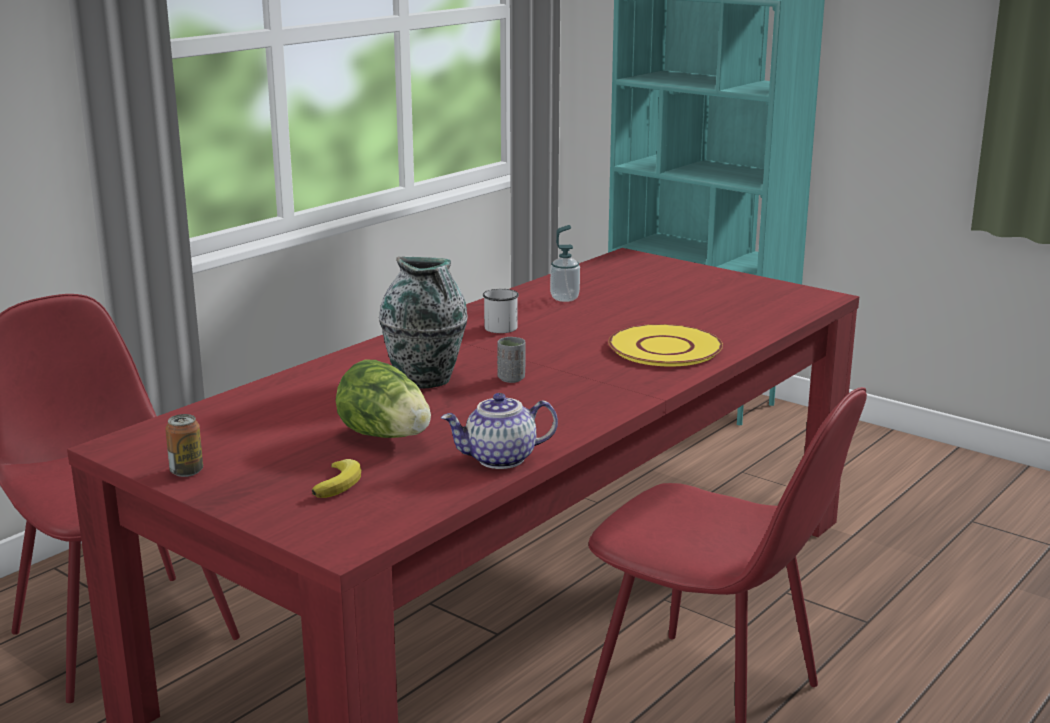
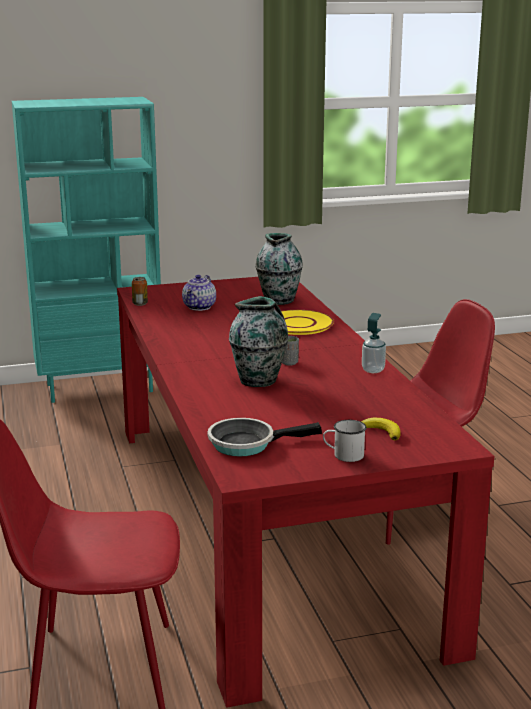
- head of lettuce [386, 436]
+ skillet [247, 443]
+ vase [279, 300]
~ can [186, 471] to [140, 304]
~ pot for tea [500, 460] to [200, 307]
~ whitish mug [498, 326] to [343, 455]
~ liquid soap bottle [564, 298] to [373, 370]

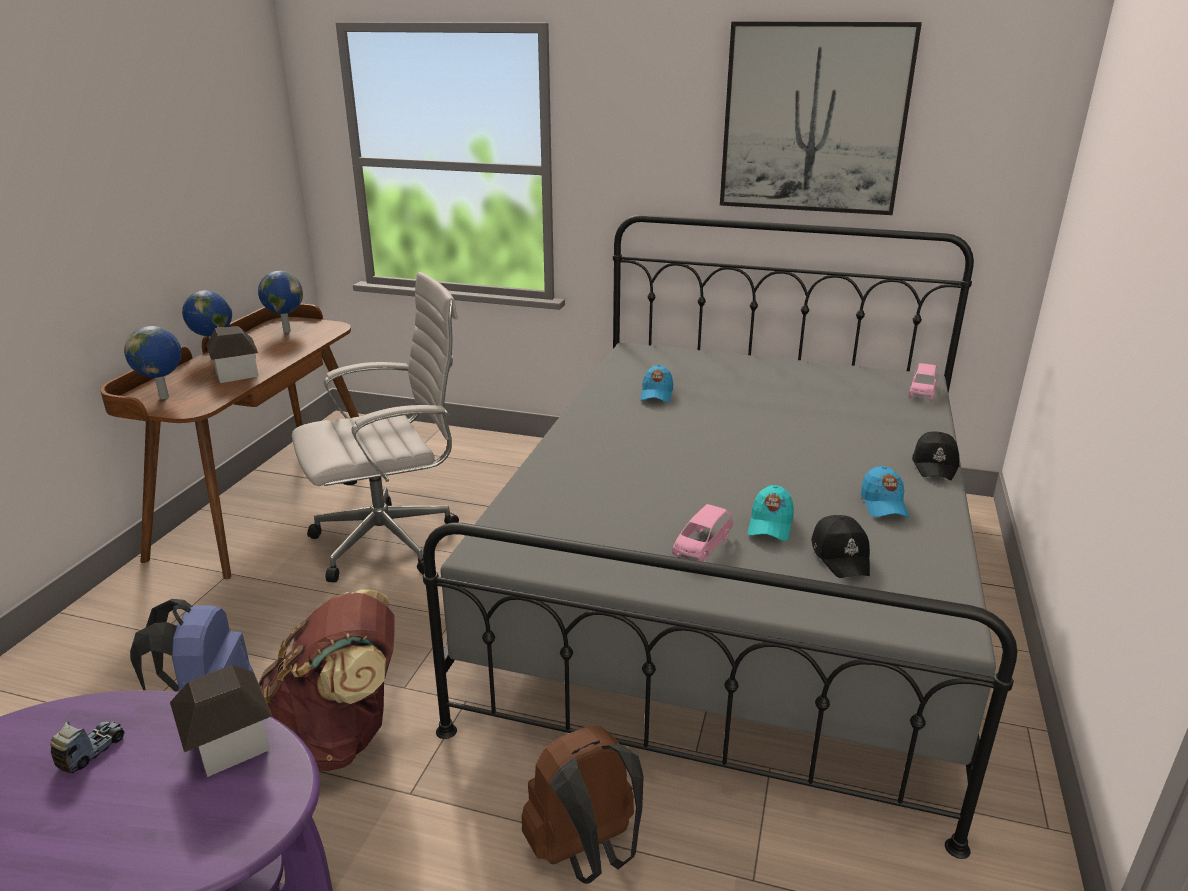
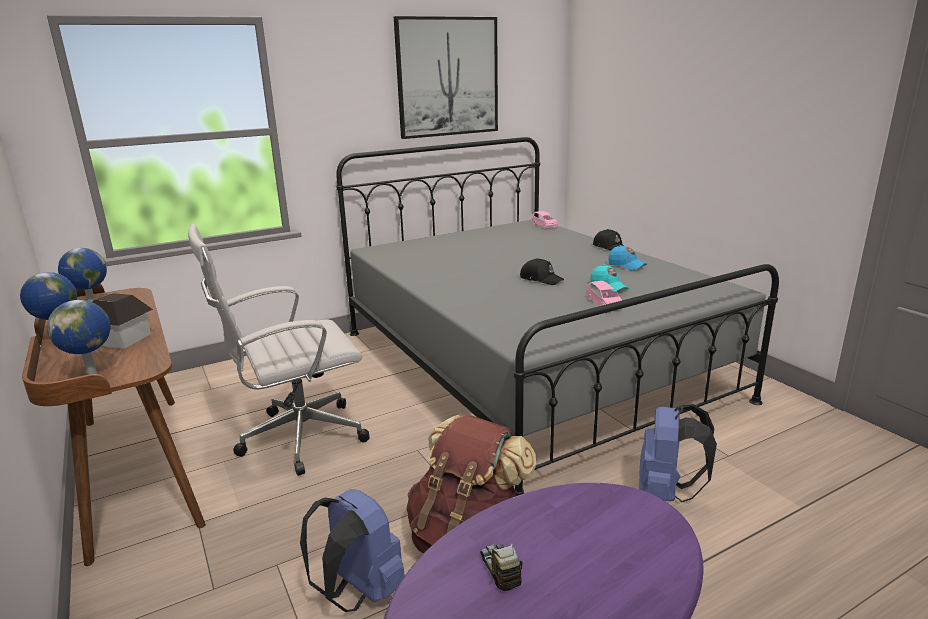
- miniature house [229, 743]
- blue-coloured cap [656, 394]
~ blackish cap [841, 555] to [541, 279]
~ brownish knapsack [585, 853] to blue-coloured knapsack [666, 493]
~ whitish desk chair [392, 541] = [297, 439] 135 degrees counterclockwise

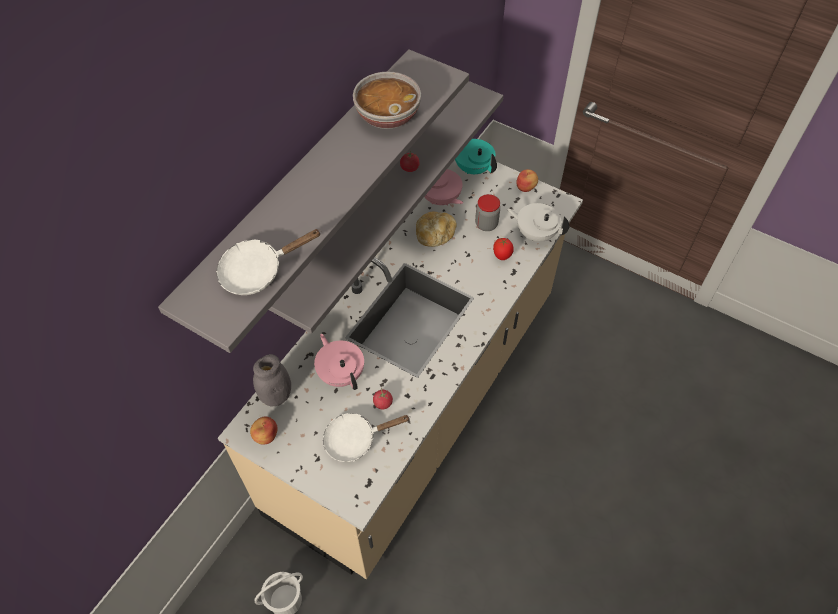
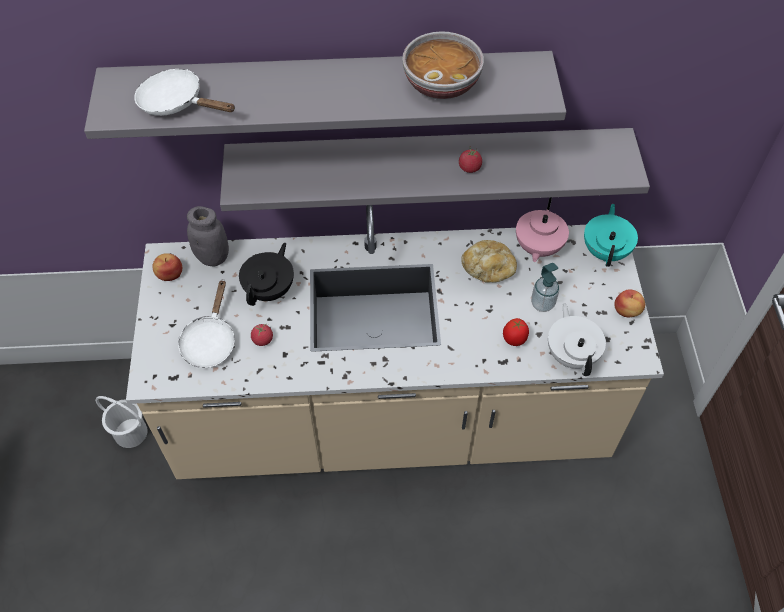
~ preserve jar [486, 224] to liquid soap bottle [542, 304]
~ pinkish pot for tea [341, 373] to blackish pot for tea [270, 289]
~ whitish skillet [355, 439] = [210, 341] 120 degrees counterclockwise

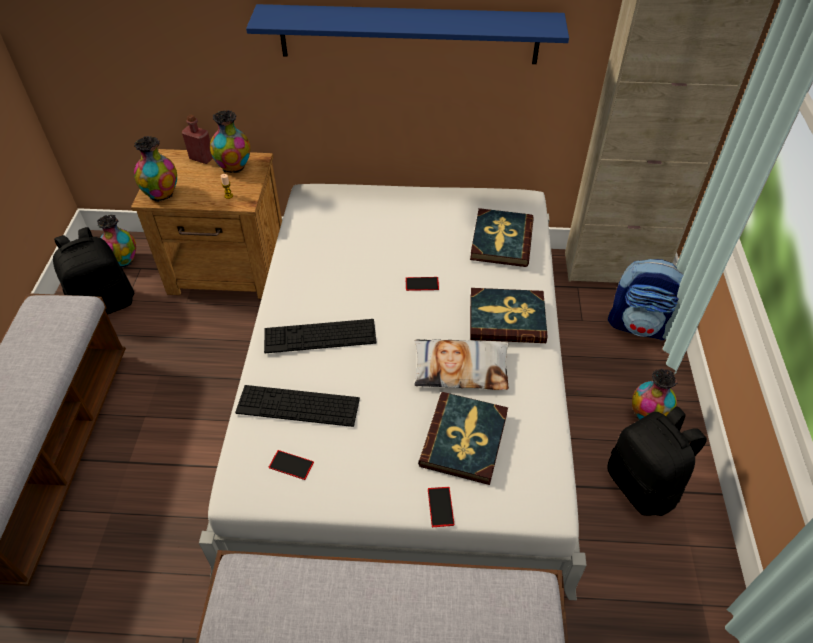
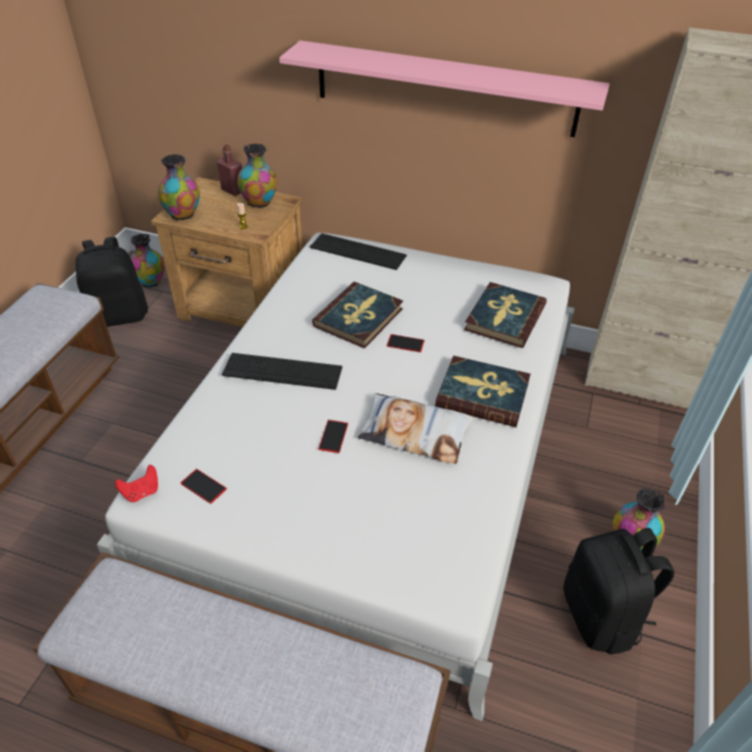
- knapsack [640, 325]
+ reddish game controller [141, 492]
~ computer keyboard [298, 406] to [358, 251]
~ volume [464, 440] to [359, 317]
~ phone [440, 506] to [333, 436]
~ blue-coloured wall shelf [409, 34] to pinkish wall shelf [444, 88]

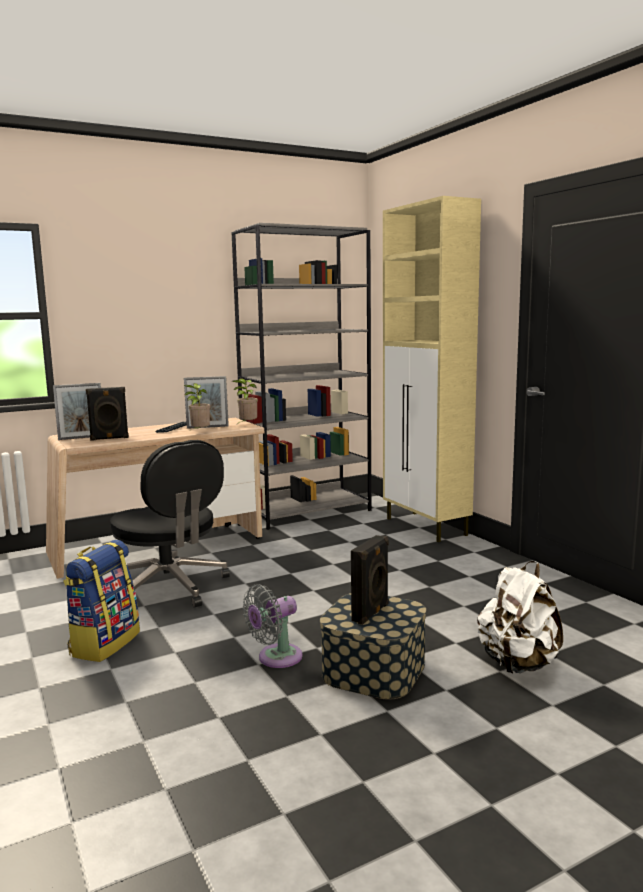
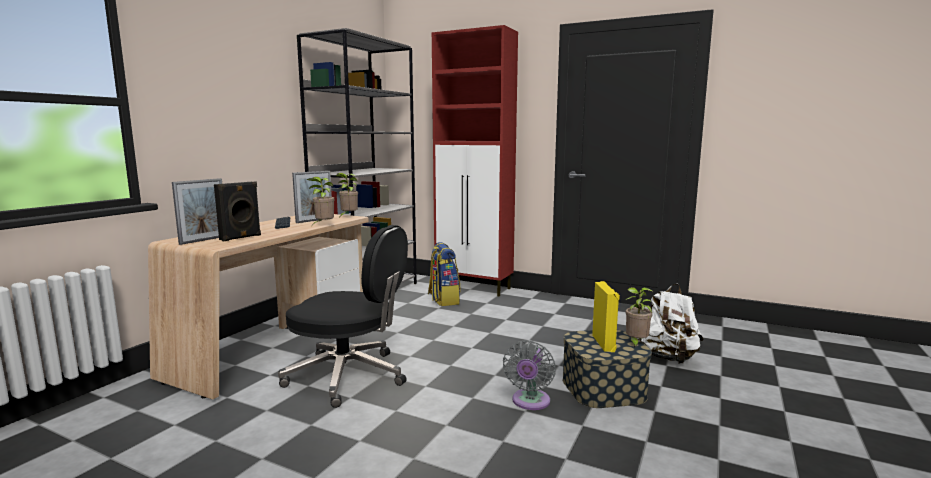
+ potted plant [636, 343]
~ knapsack [104, 643] to [443, 300]
~ blackish loudspeaker [371, 613] to yellow loudspeaker [604, 343]
~ sand-coloured storage cabinet [426, 527] to reddish storage cabinet [474, 288]

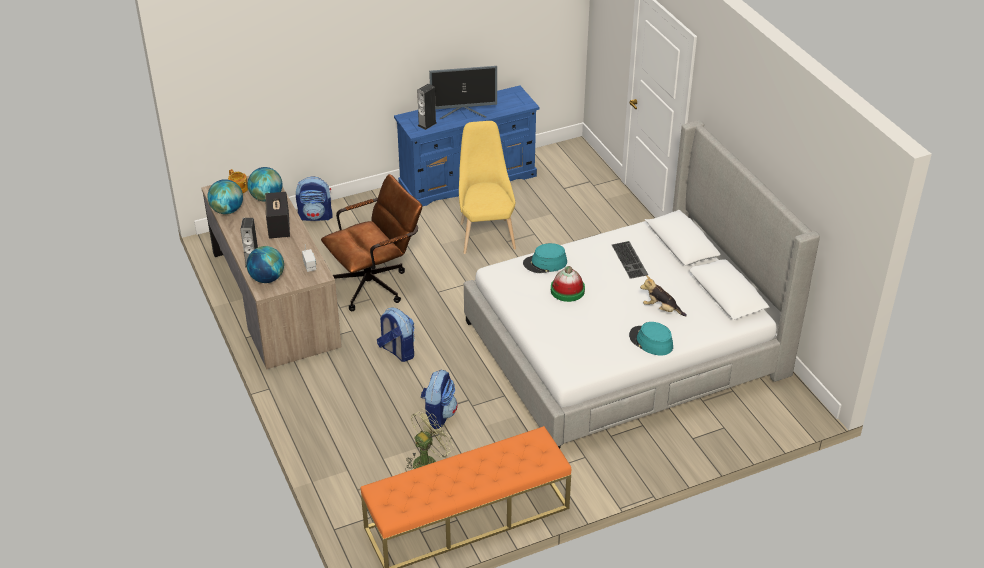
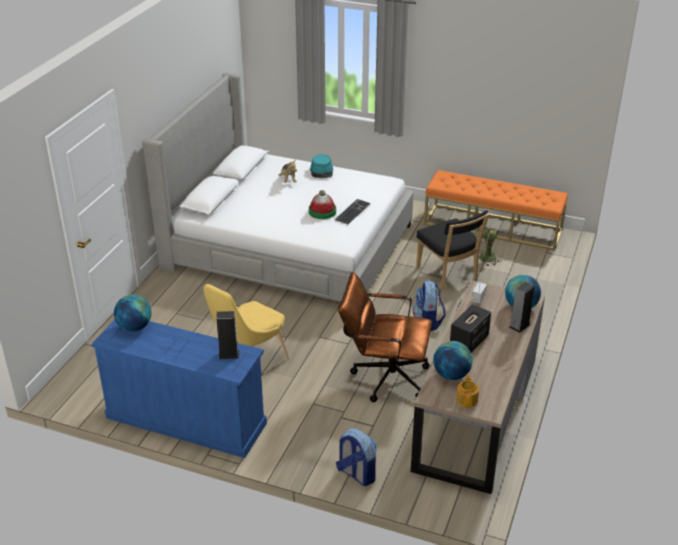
- computer screen [463, 113]
- turquoise-coloured hat [545, 263]
~ world globe [227, 210] to [134, 327]
~ computer keyboard [630, 260] to [352, 211]
~ knapsack [438, 415] to blackish upright chair [448, 275]

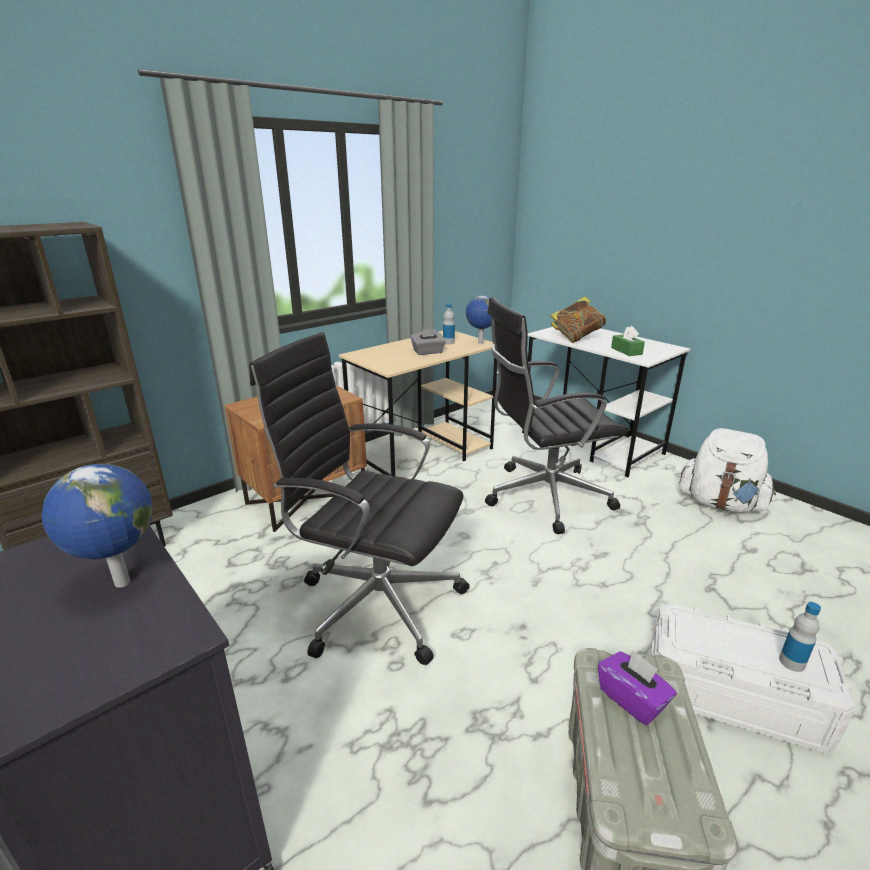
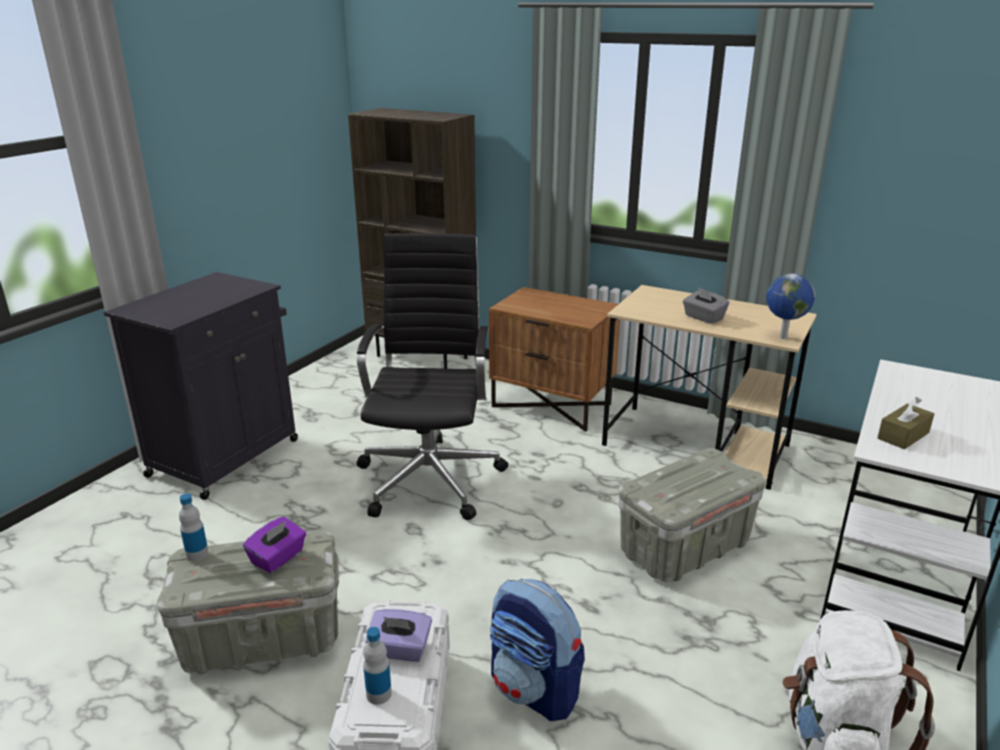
- world globe [120, 583]
- volume [576, 338]
+ purple box of tissues [400, 650]
+ knapsack [535, 690]
~ beverage bottle [448, 342] to [197, 554]
~ blackish desk chair [543, 496] to greyish storage box [685, 547]
~ green-coloured box of tissues [626, 351] to brownish box of tissues [903, 435]

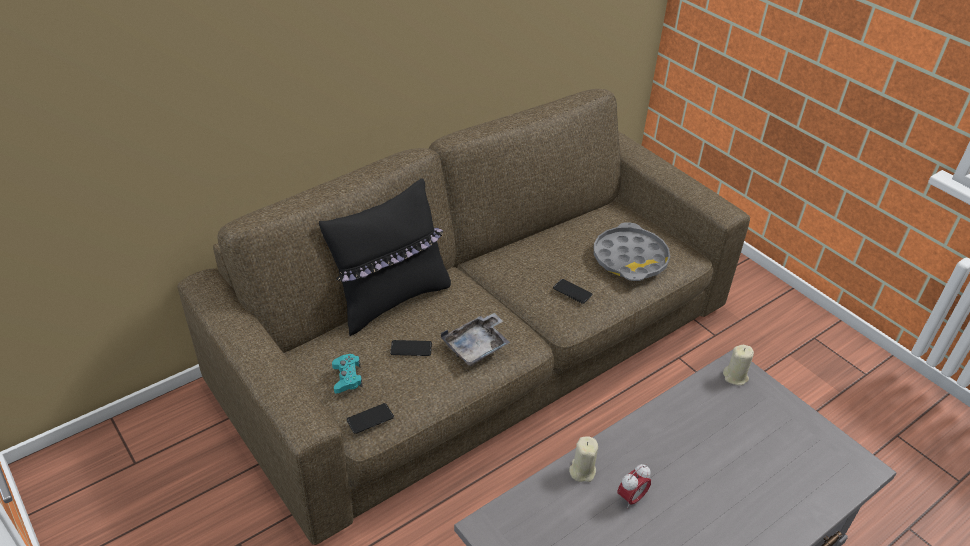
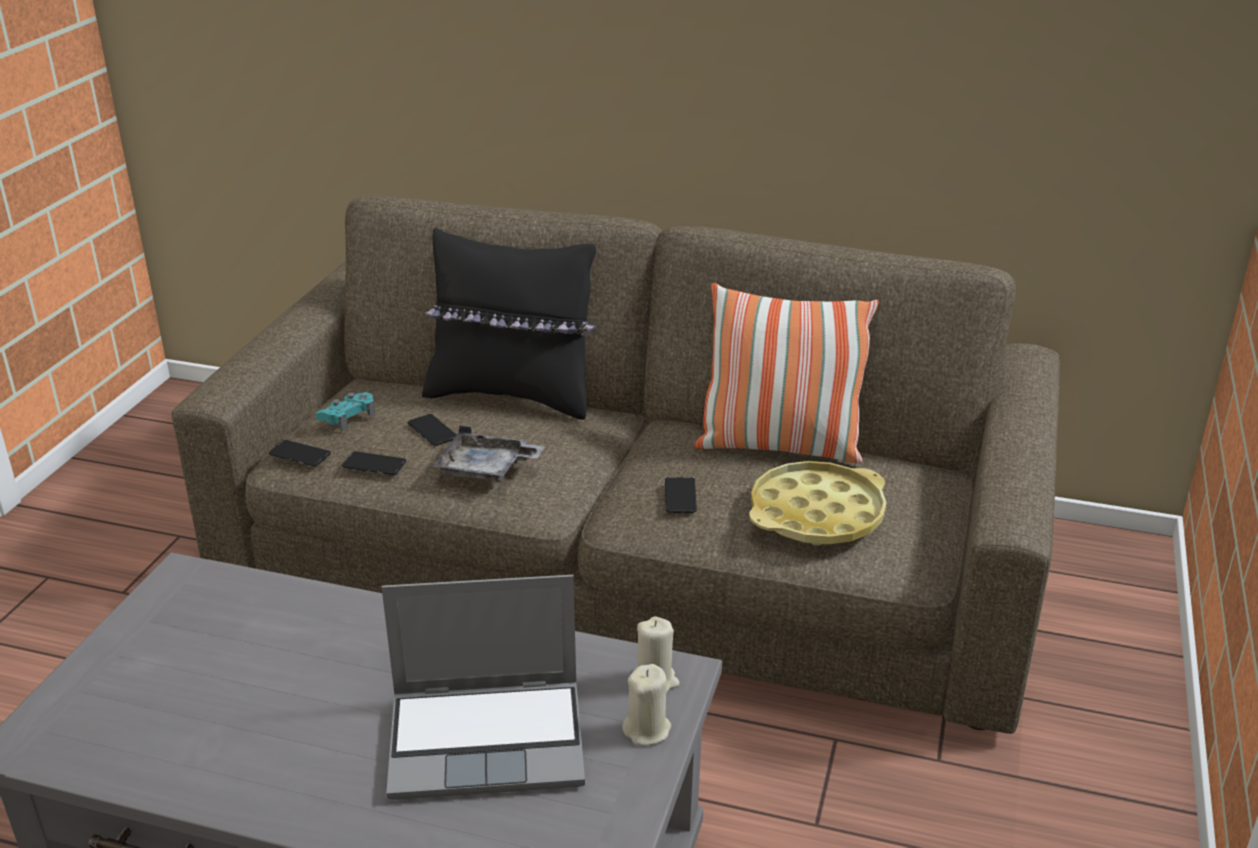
- table clock [631, 498]
+ phone [374, 464]
+ portable computer [489, 740]
+ cushion [779, 446]
~ sand-coloured wax candle [582, 471] to [647, 730]
~ greyish serving tray [630, 258] to yellow serving tray [817, 514]

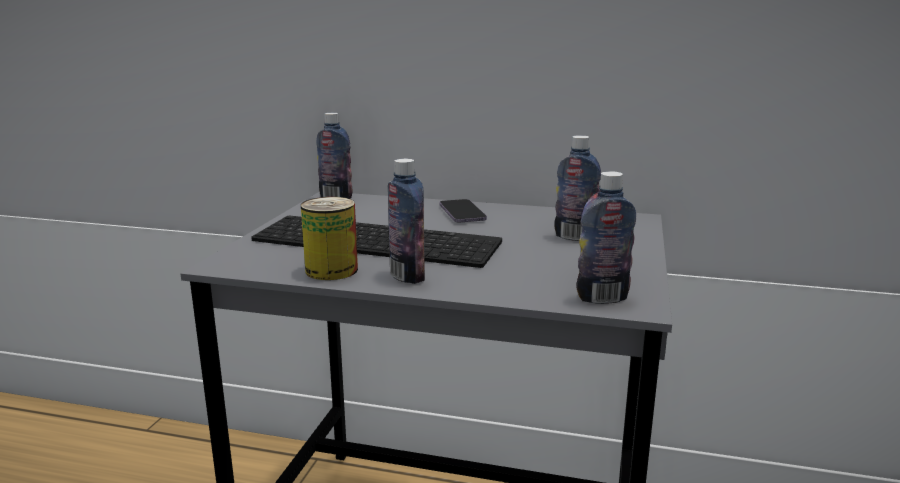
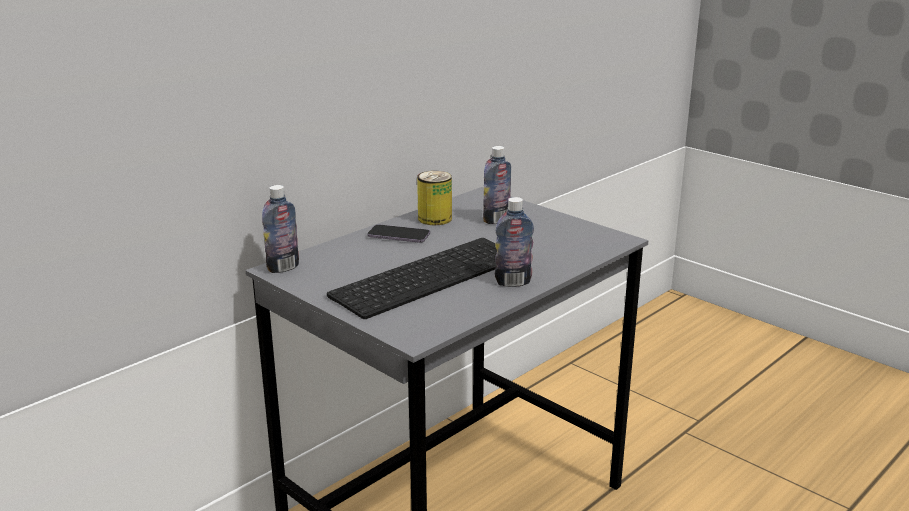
- beverage bottle [602, 298]
~ can [331, 270] to [435, 219]

